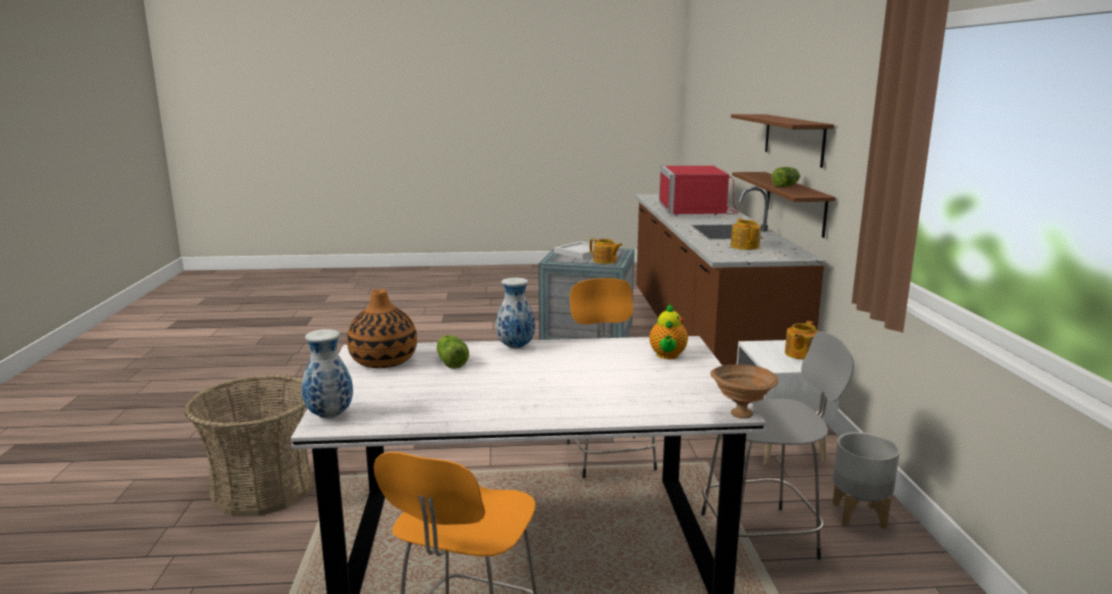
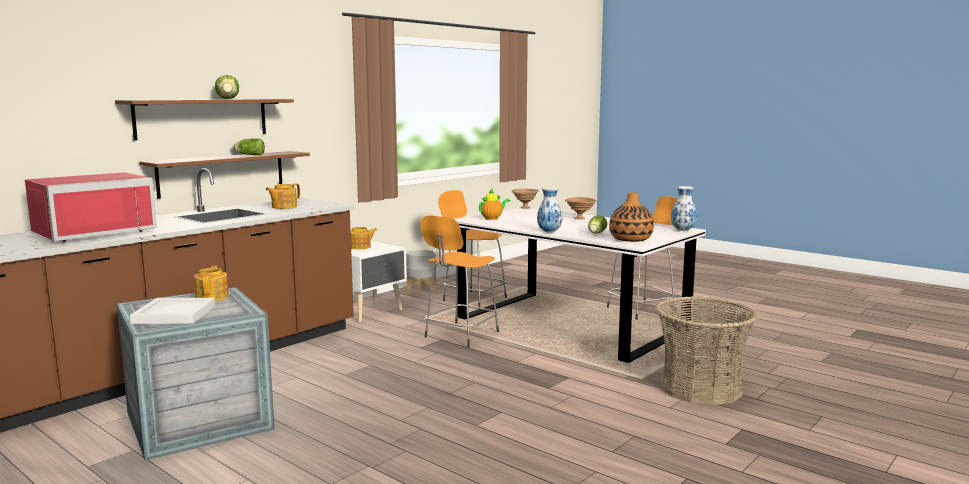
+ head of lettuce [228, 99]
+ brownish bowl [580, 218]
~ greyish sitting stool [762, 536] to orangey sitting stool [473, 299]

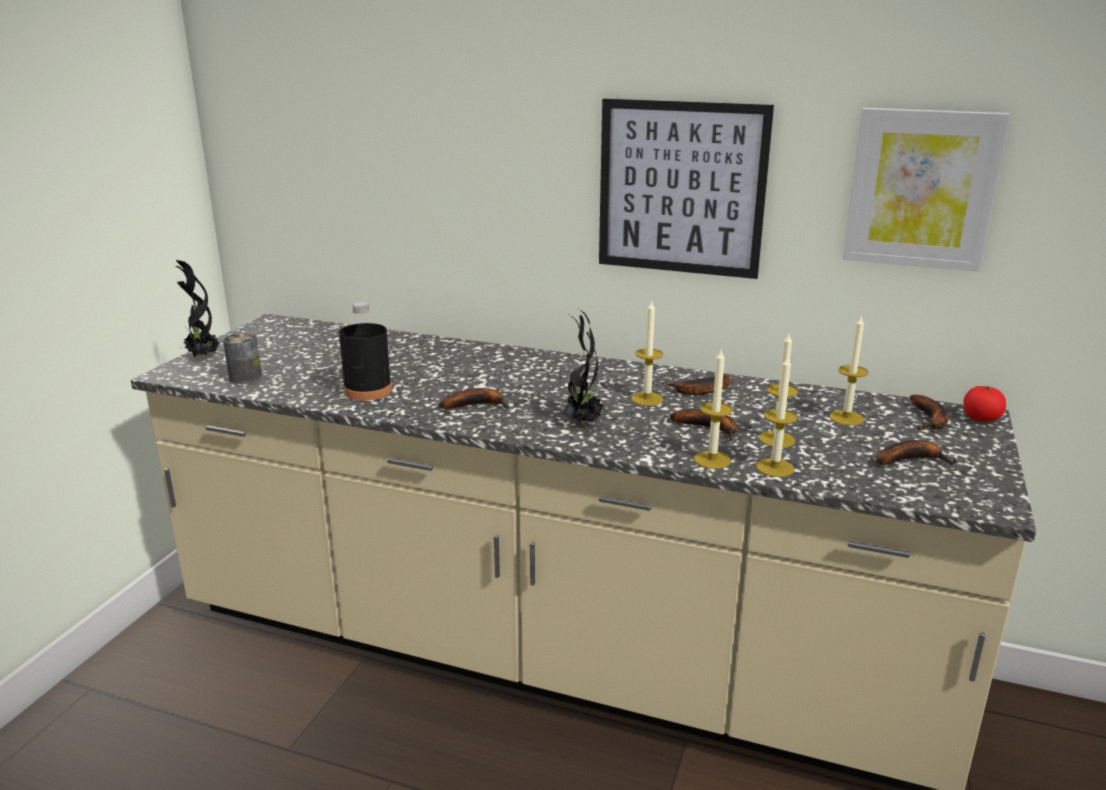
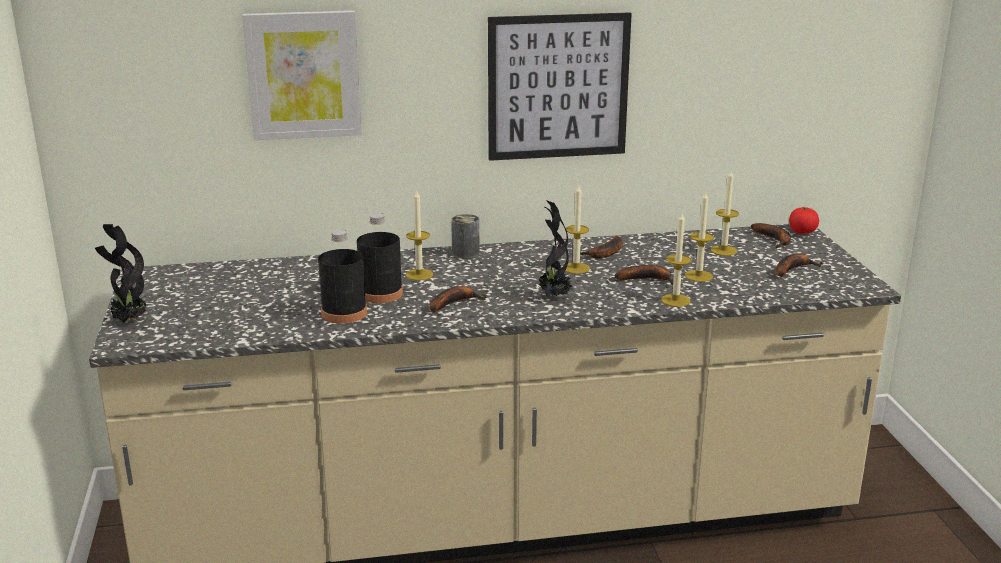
+ blackish beverage bottle [380, 294]
~ can [245, 377] to [465, 253]
~ wax candle [775, 468] to [419, 274]
~ wall picture [921, 189] to [303, 75]

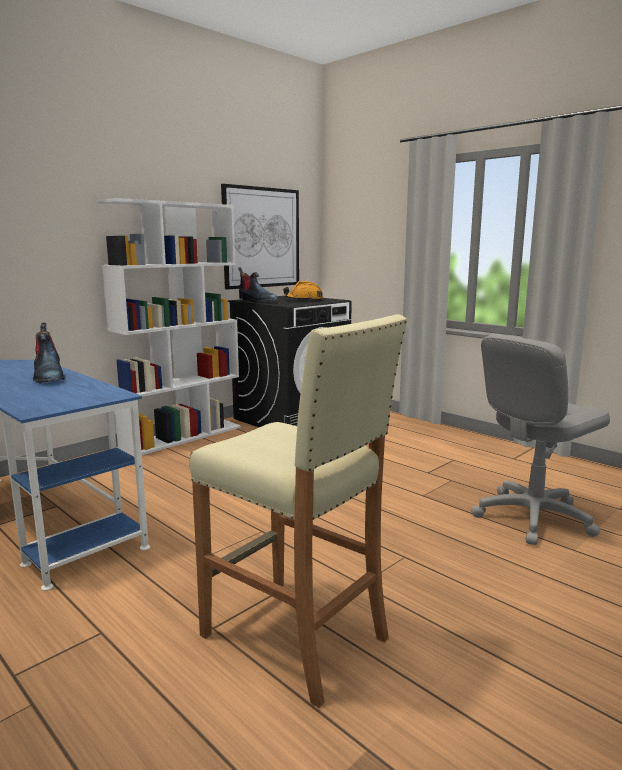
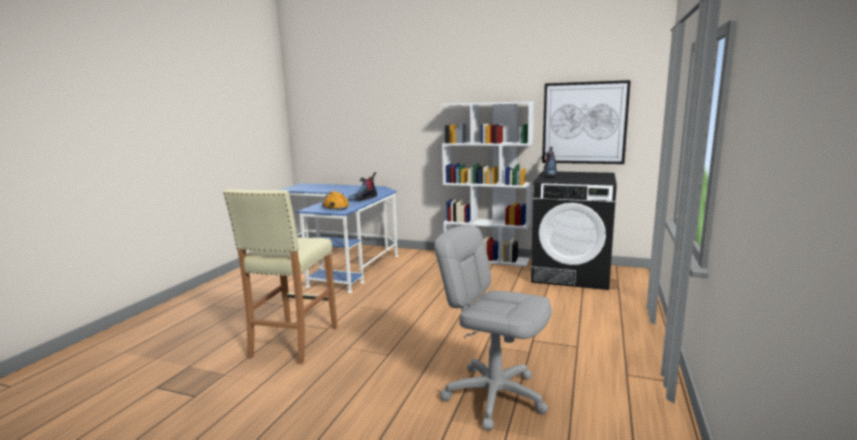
~ orangey work helmet [304, 300] to [335, 207]

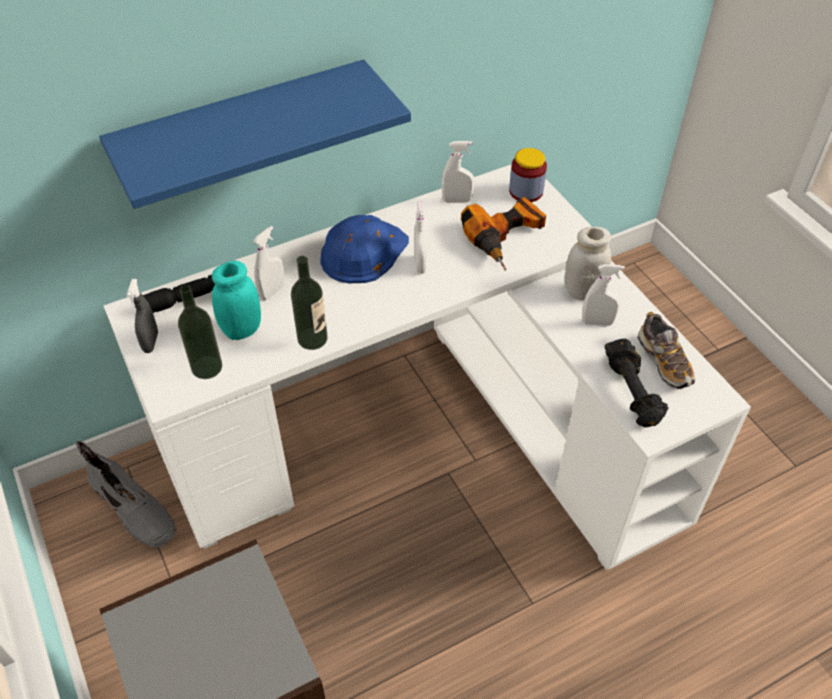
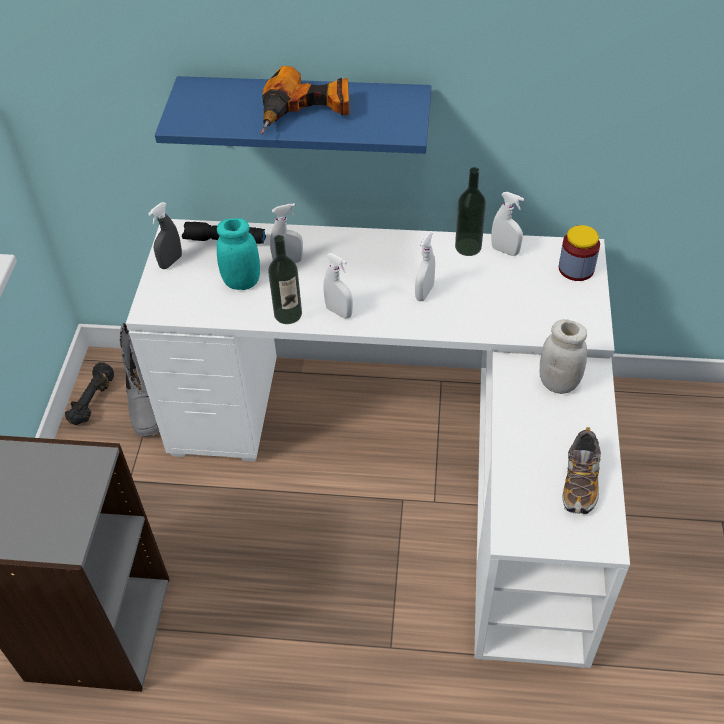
- blue-coloured work helmet [363, 252]
~ beverage bottle [206, 367] to [468, 247]
~ electric drill [507, 238] to [306, 113]
~ whitish spray bottle [597, 322] to [339, 312]
~ blackish free weight [633, 392] to [93, 401]

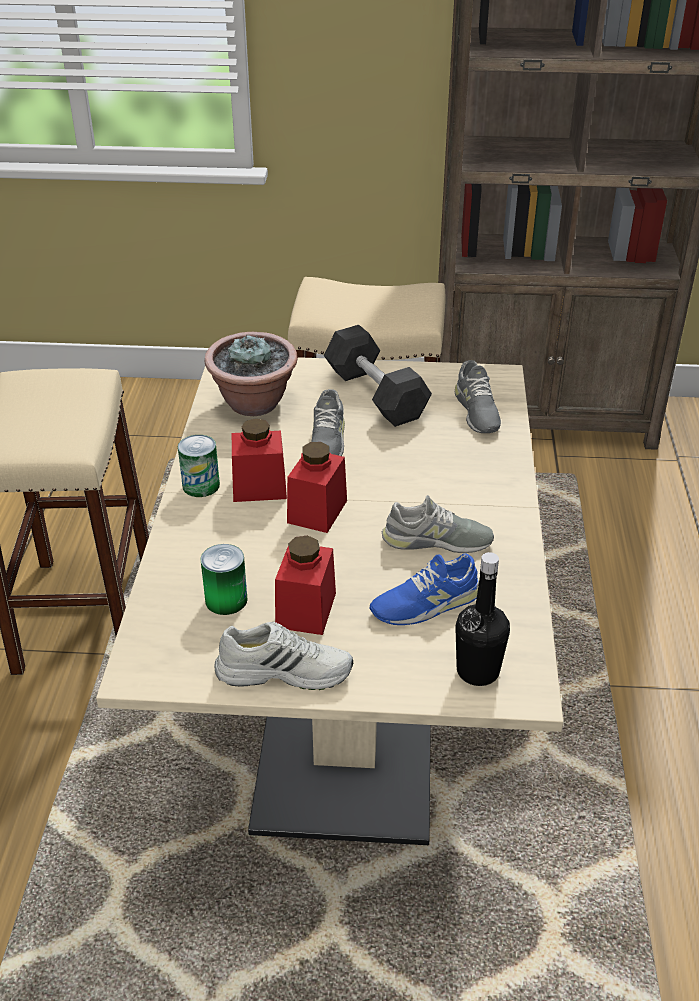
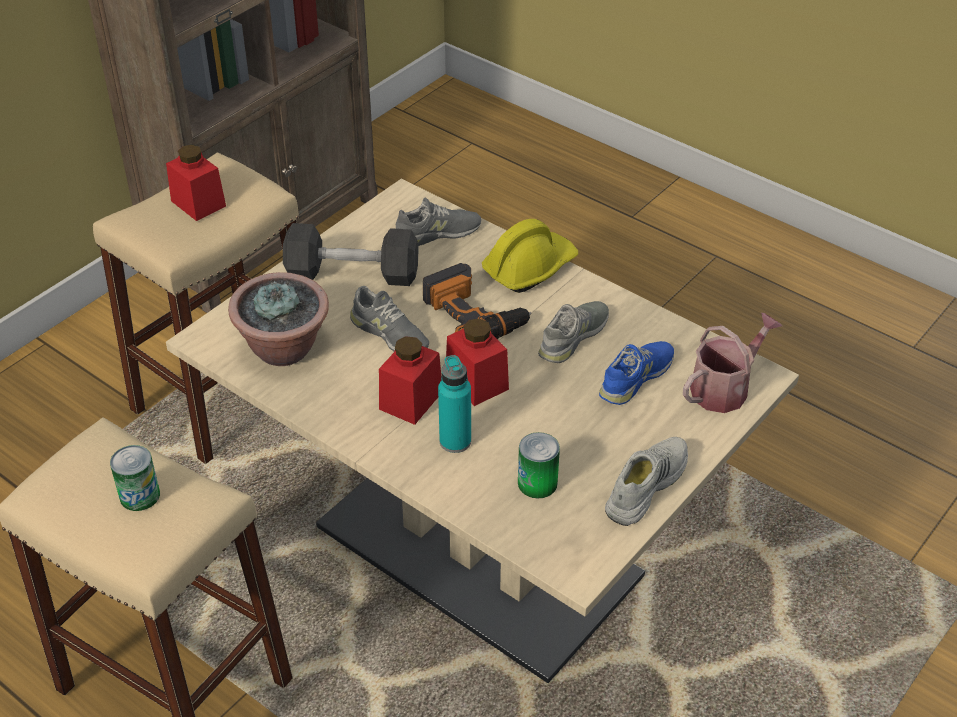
+ electric drill [475, 314]
+ turquoise-coloured beverage bottle [455, 441]
+ yellow work helmet [529, 268]
~ can [201, 485] to [139, 495]
~ reddish preserve jar [306, 610] to [198, 203]
~ blackish beverage bottle [477, 671] to sprinkling can [725, 388]
~ blue-coloured shoe [426, 603] = [636, 377] 150 degrees counterclockwise
~ greyish shoe [476, 411] = [436, 233] 45 degrees counterclockwise

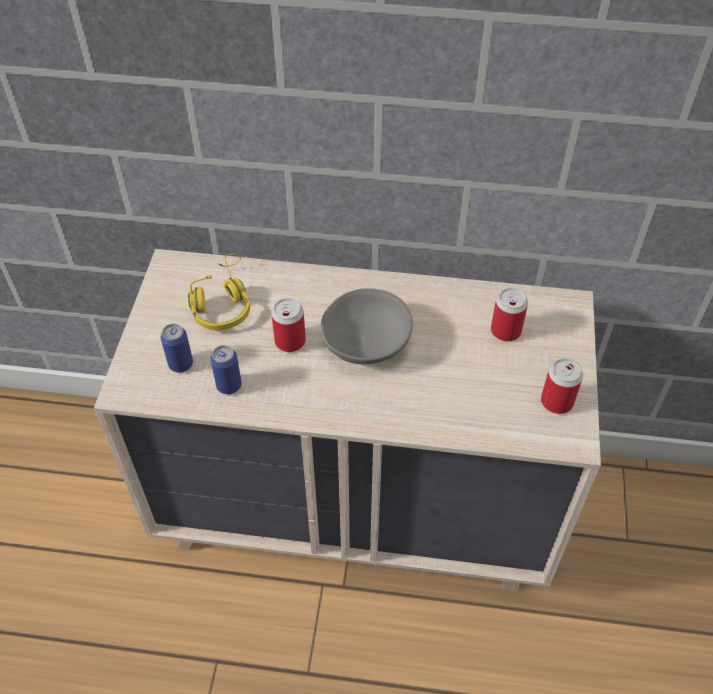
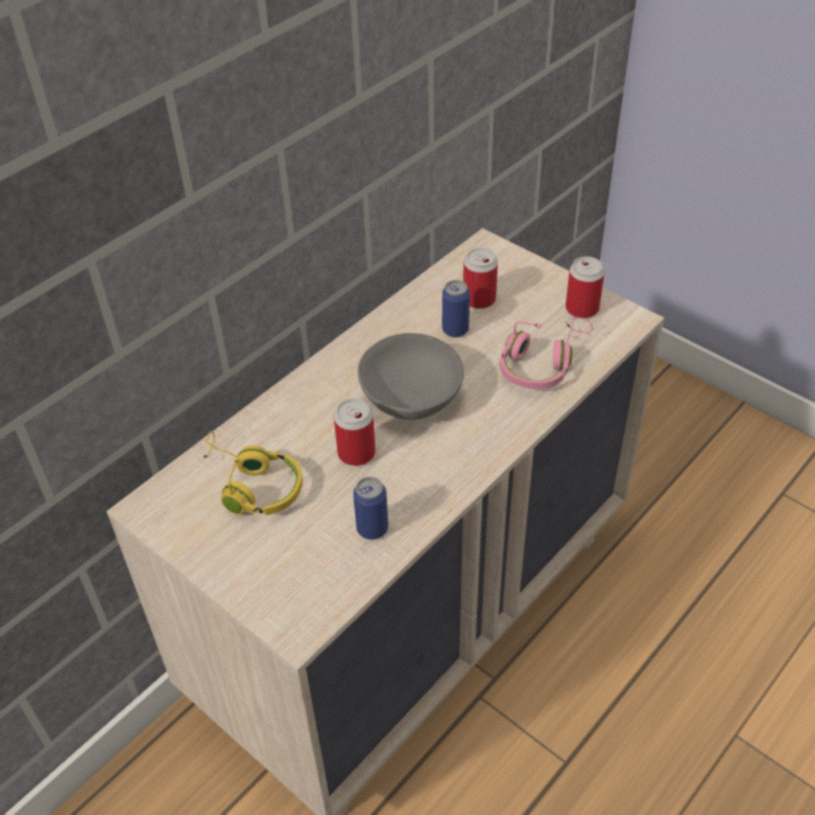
+ pinkish headset [542, 363]
~ can [181, 364] to [455, 330]

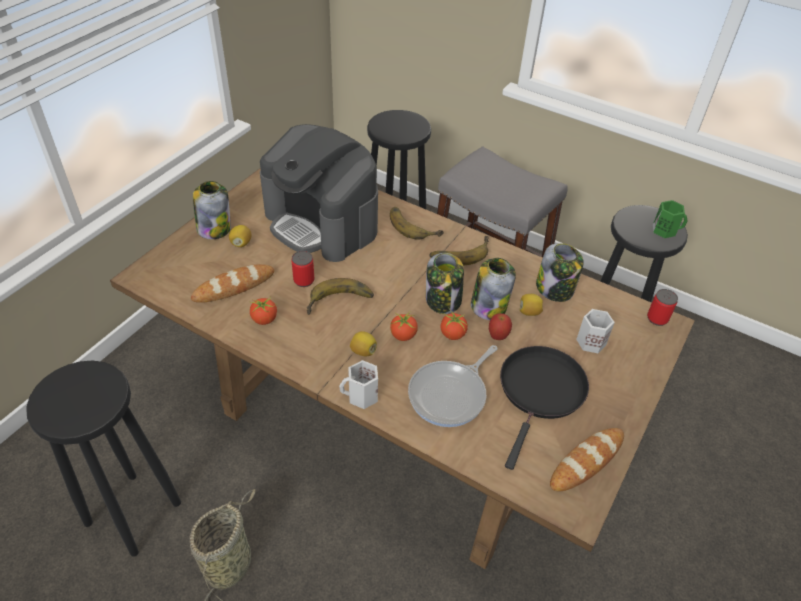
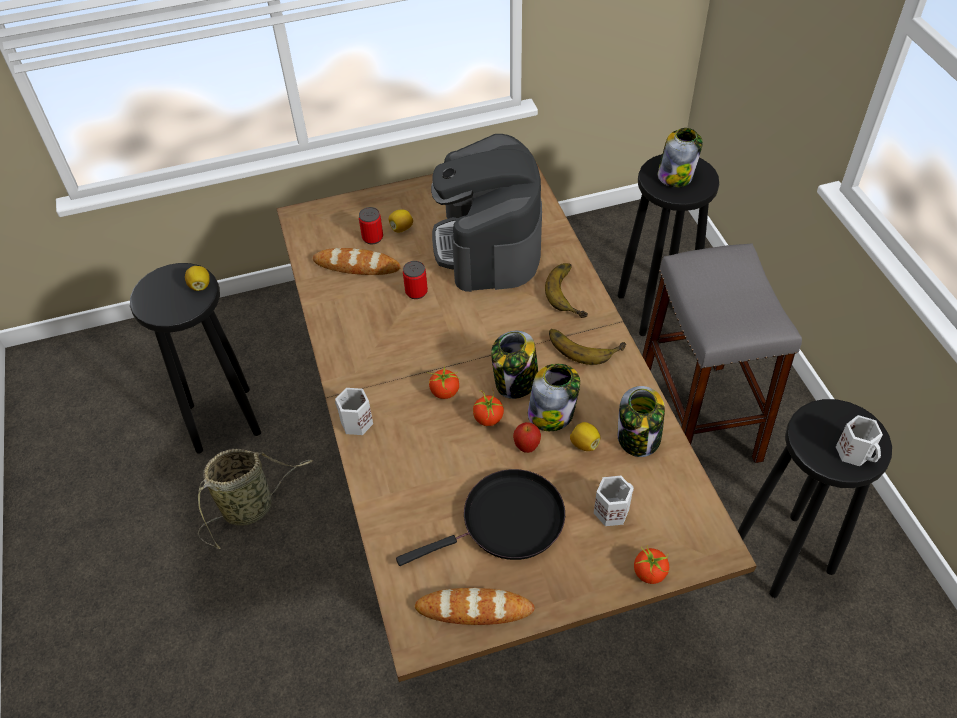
- whole banana [340, 303]
- skillet [450, 394]
~ preserve jar [214, 228] to [676, 176]
~ whole tomato [264, 319] to [650, 573]
~ citrus fruit [363, 351] to [200, 285]
~ can [657, 318] to [372, 237]
~ green-coloured mug [665, 230] to whitish mug [855, 452]

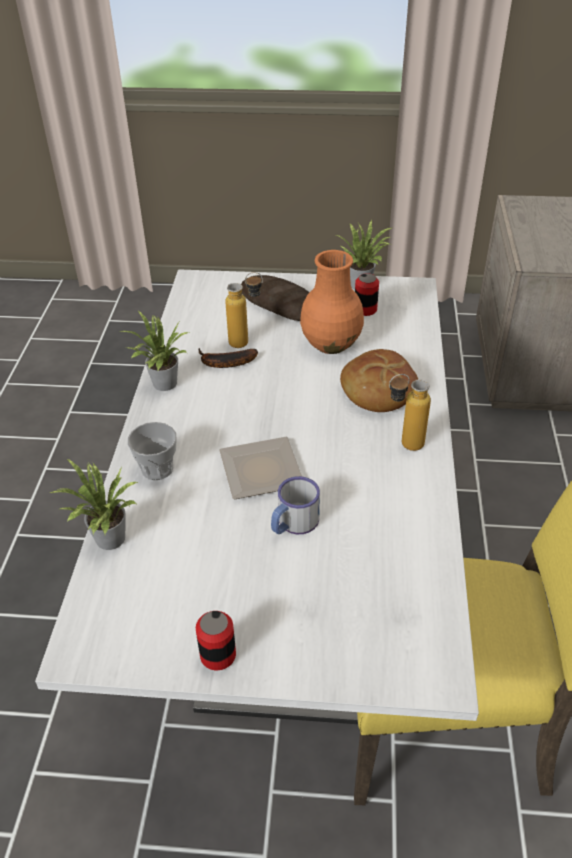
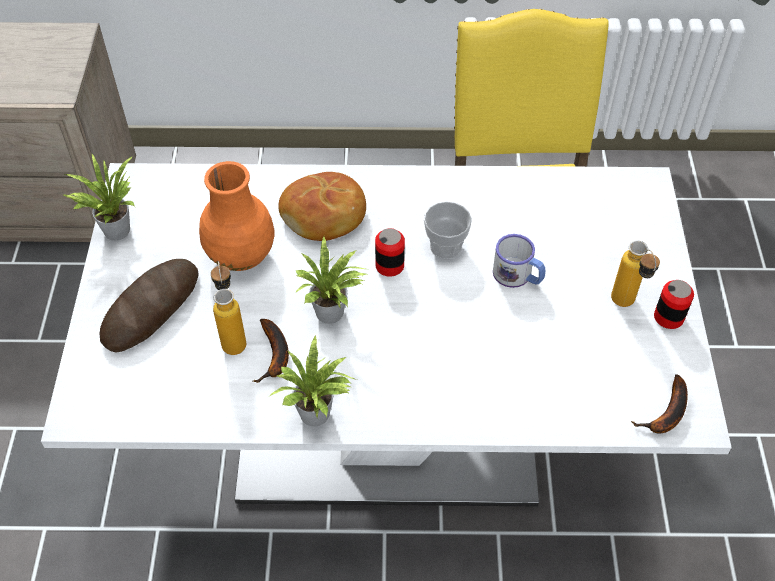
- flat dish [258, 470]
+ whole banana [666, 414]
~ potted plant [107, 541] to [333, 314]
~ drinking cup [157, 468] to [445, 246]
~ can [365, 309] to [389, 266]
~ beverage bottle [403, 445] to [627, 306]

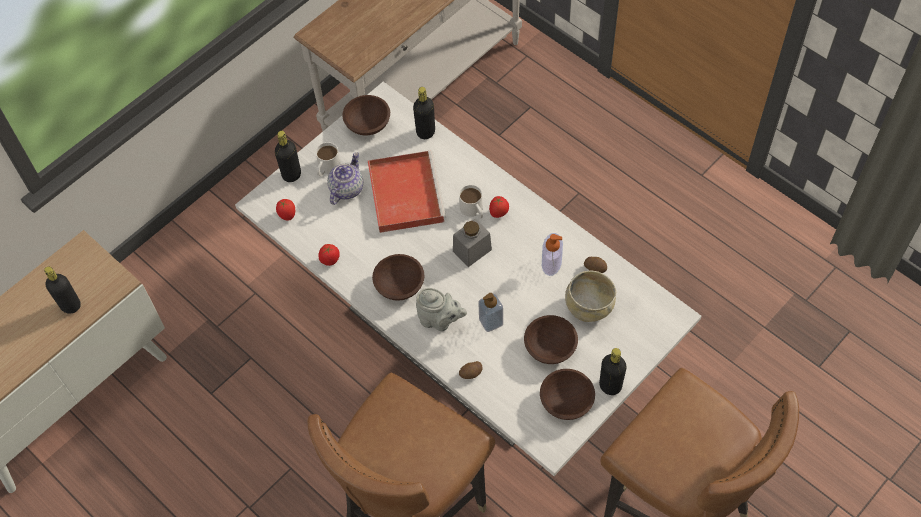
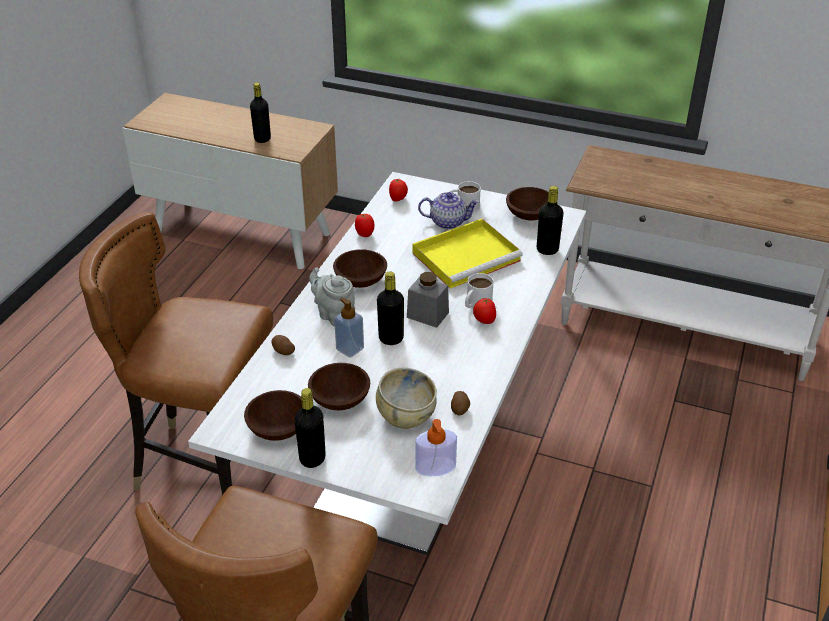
~ blackish beverage bottle [291, 174] to [391, 339]
~ liquid soap bottle [551, 262] to [435, 467]
~ reddish serving tray [404, 192] to yellow serving tray [467, 256]
~ greyish pot for tea [439, 320] = [334, 315] 135 degrees clockwise

